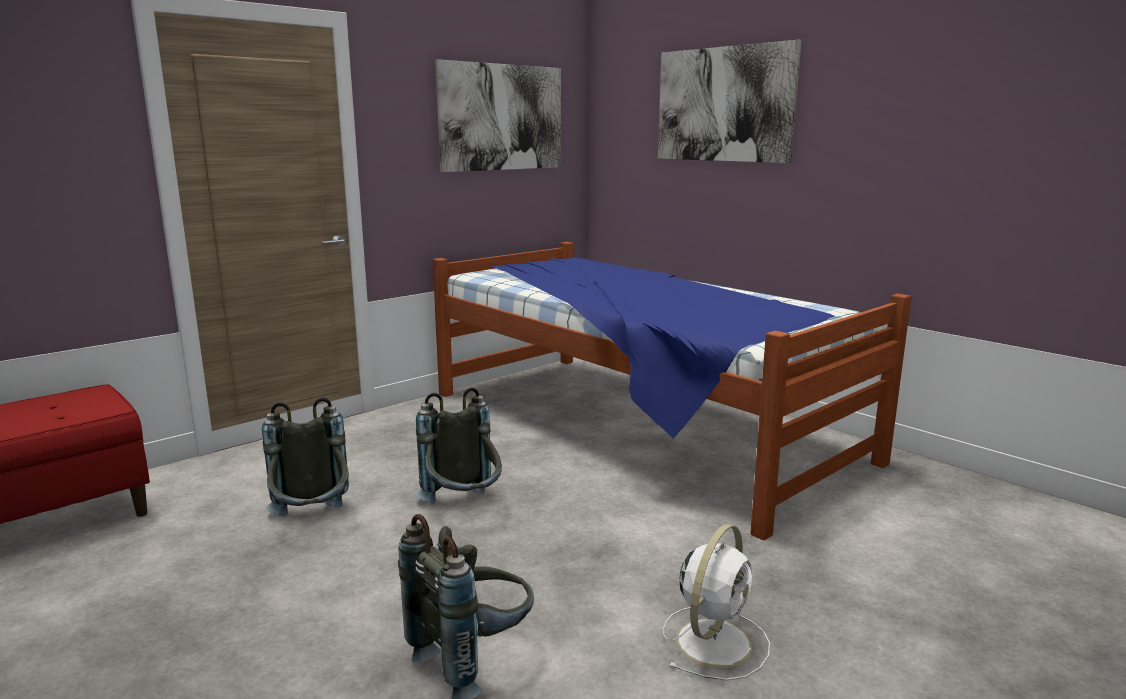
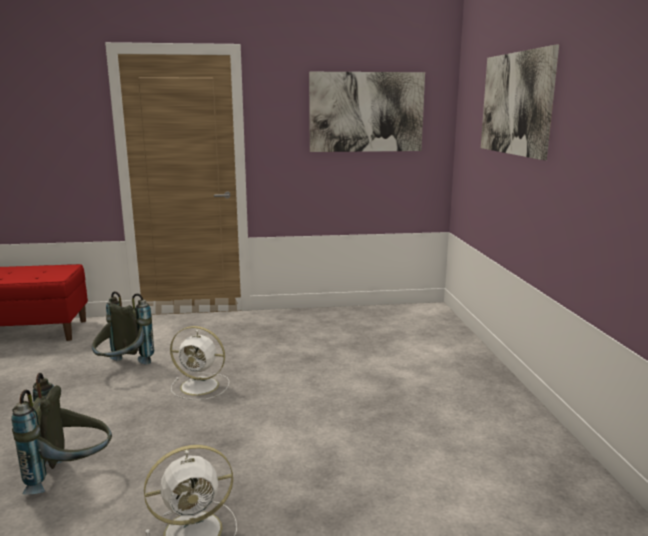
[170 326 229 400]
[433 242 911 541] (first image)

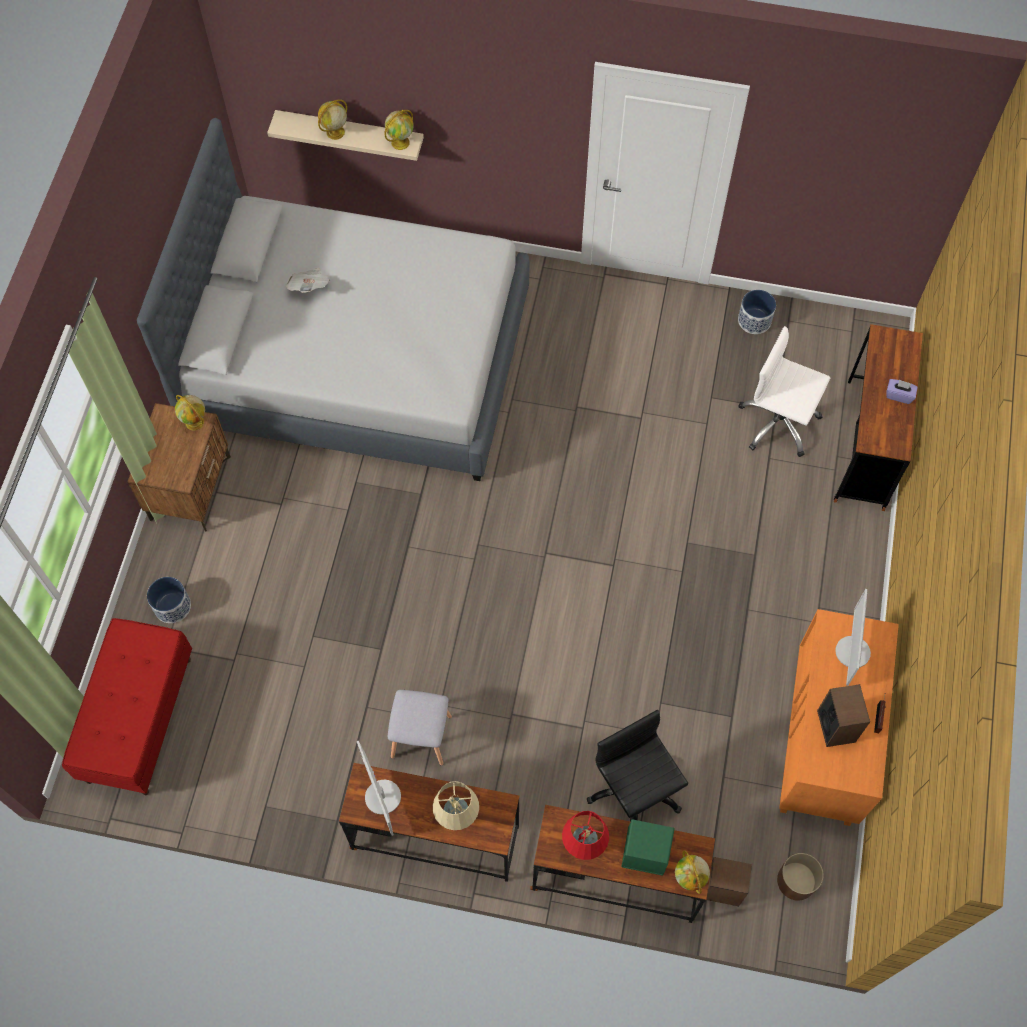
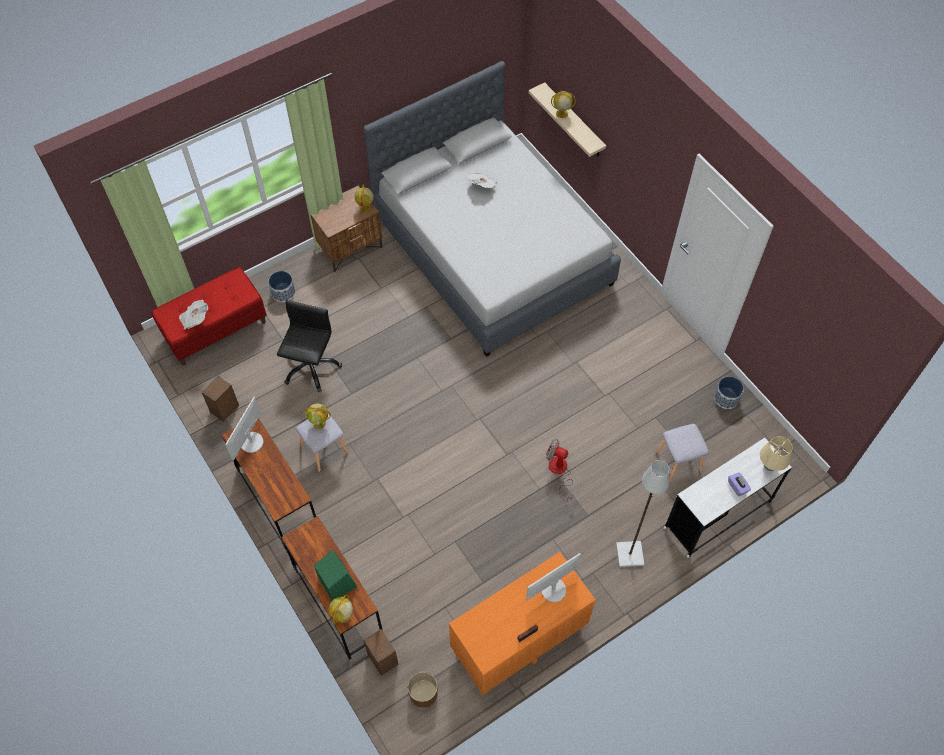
[303 404 331 429]
[760 436 793 471]
[562 811 609 860] (first image)
[277 300 342 392]
[656 424 709 482]
[201 376 239 422]
[664 438 792 558]
[179 299 208 330]
[546 438 573 502]
[616 460 670 567]

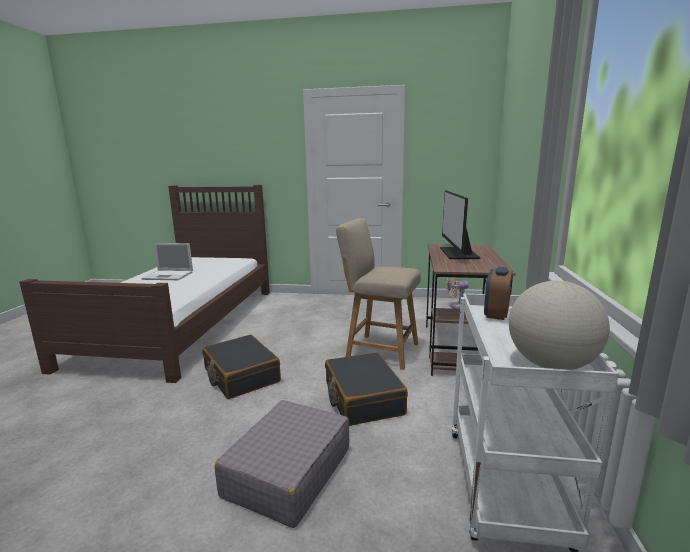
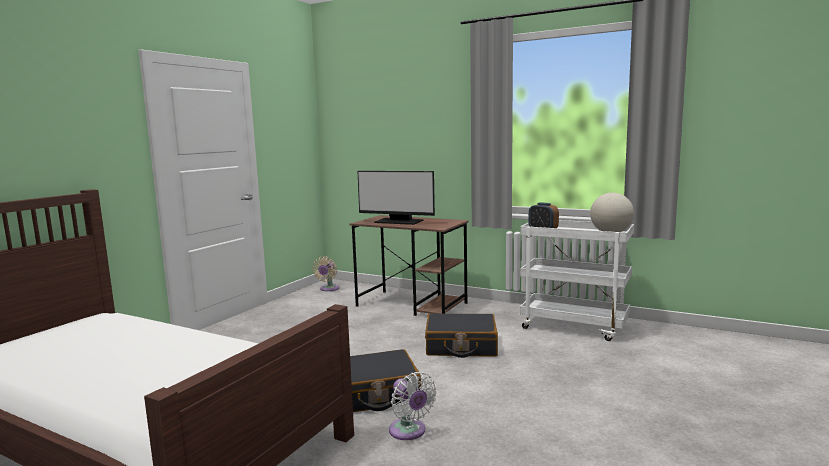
[141 243 193 280] (first image)
[215 400 349 528] (first image)
[336 218 421 370] (first image)
[389 372 437 440]

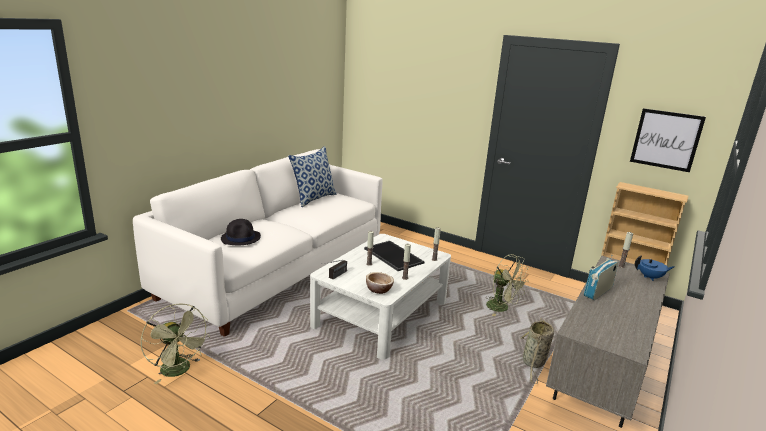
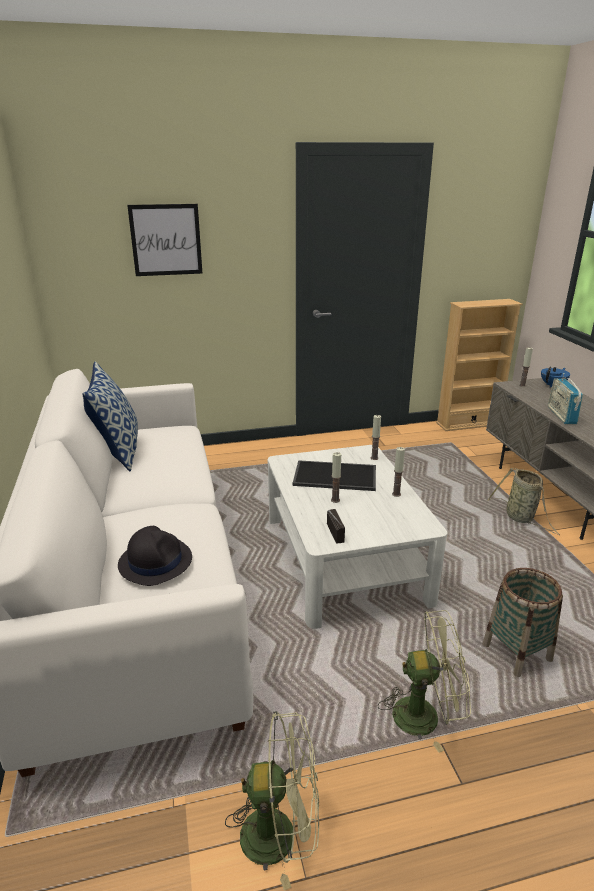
[366 272 394 294] (first image)
[378 610 471 752]
[127 204 203 276]
[483 568 563 677]

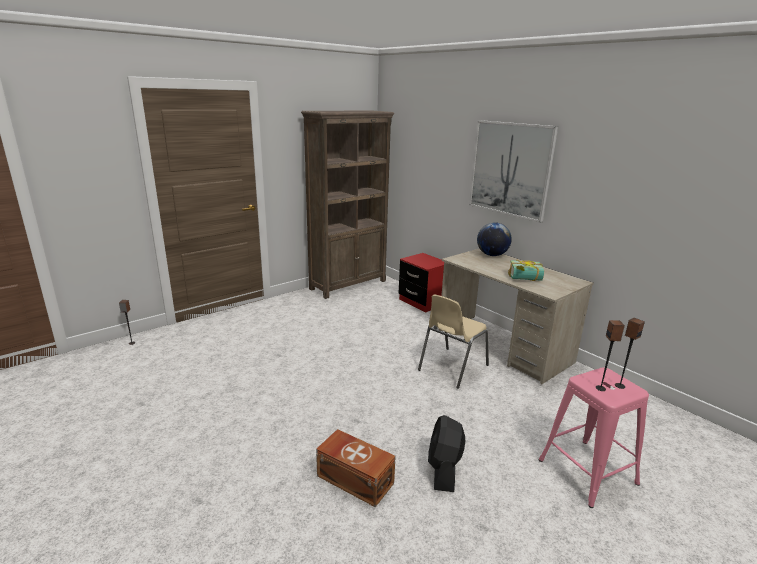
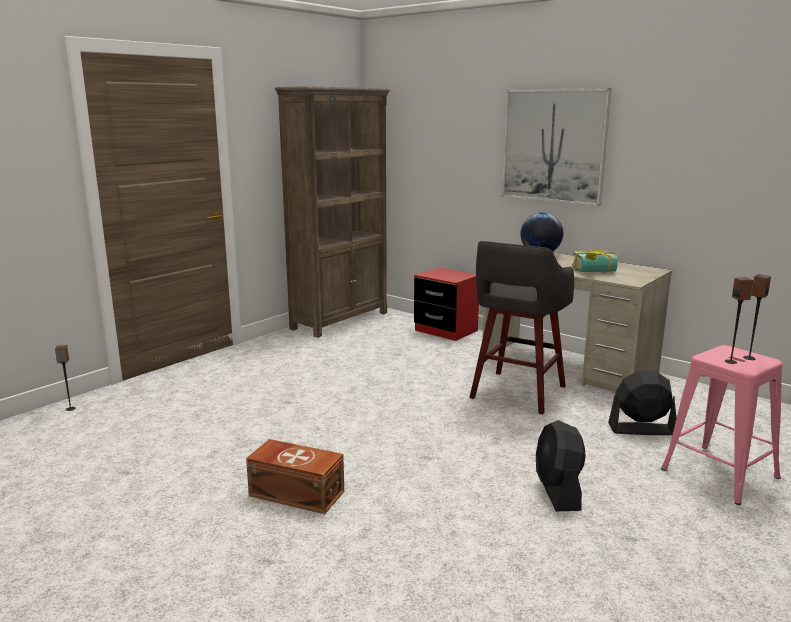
[246 439 344 514]
[469 241 574 414]
[608 371 676 435]

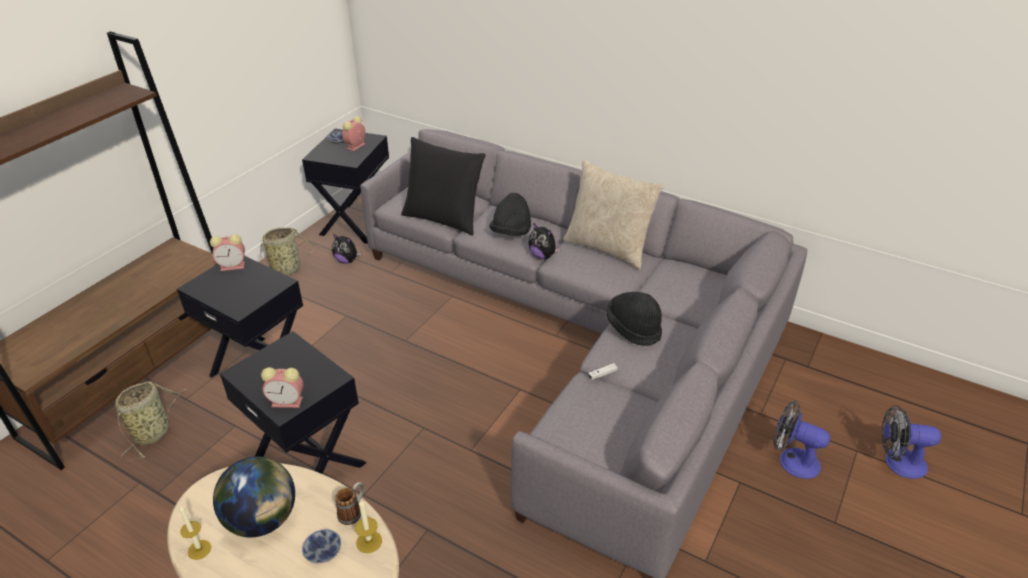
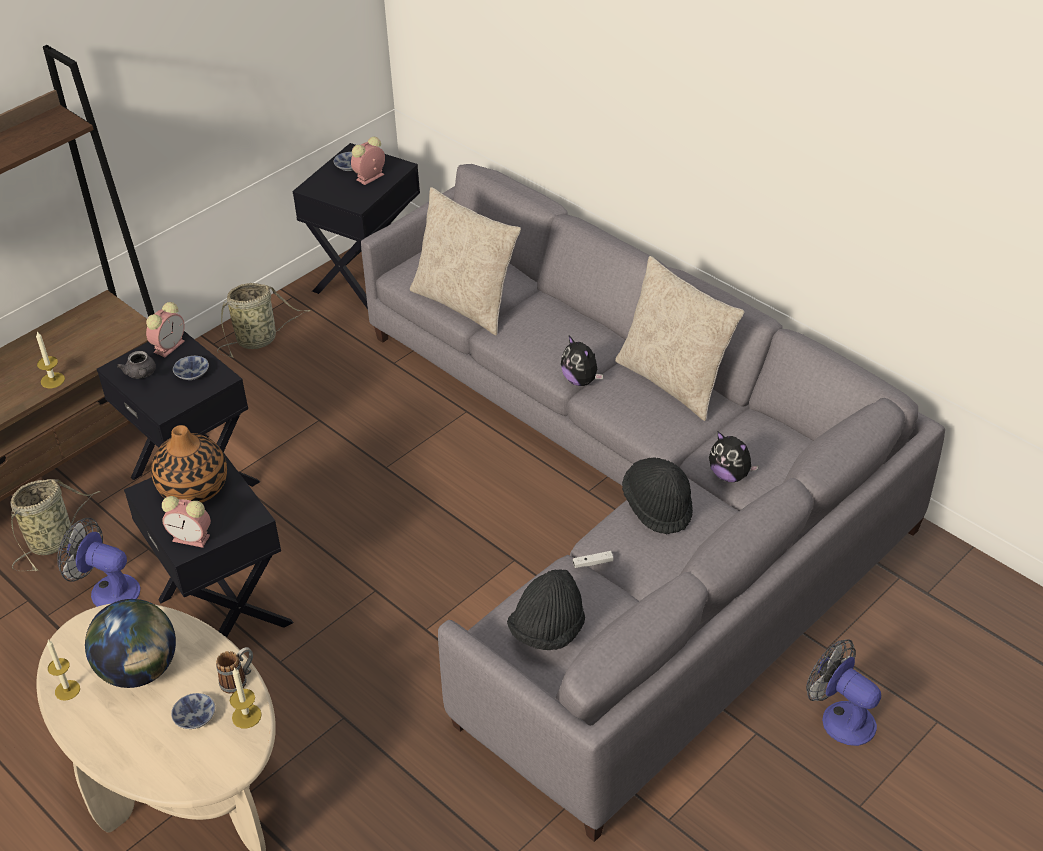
[146 302 185 357]
[709 432 759 482]
[410 187 521 335]
[507 570 585 650]
[58 518 141 607]
[36 332 65 388]
[117 351 156 379]
[151 425 227 503]
[173 356 209 380]

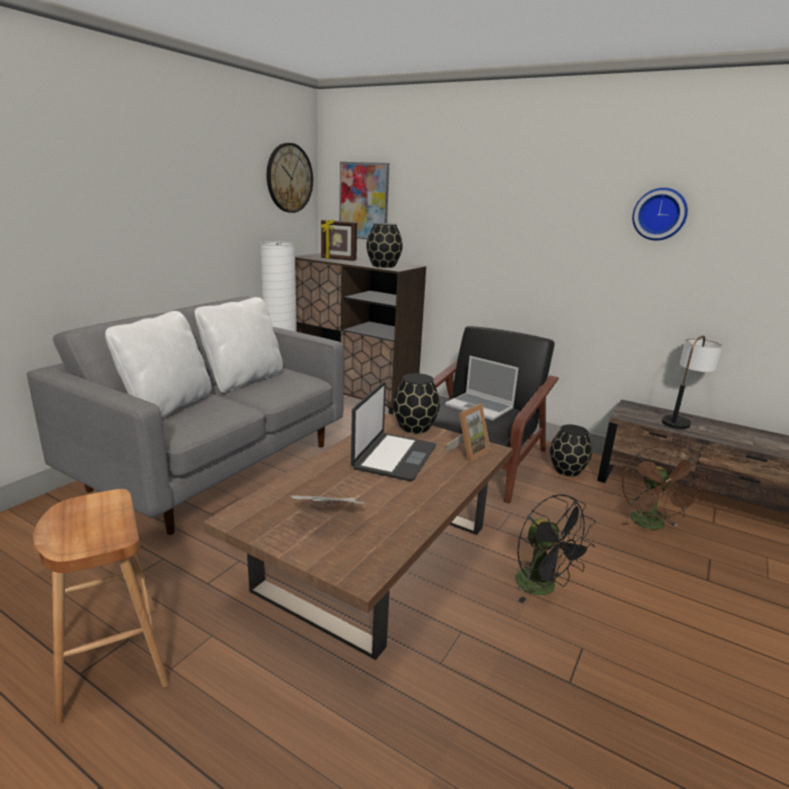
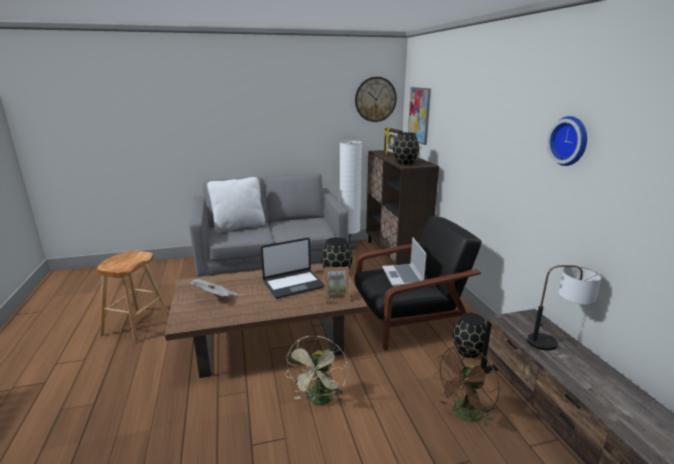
[195 297 283 393] (first image)
[285 336 349 405]

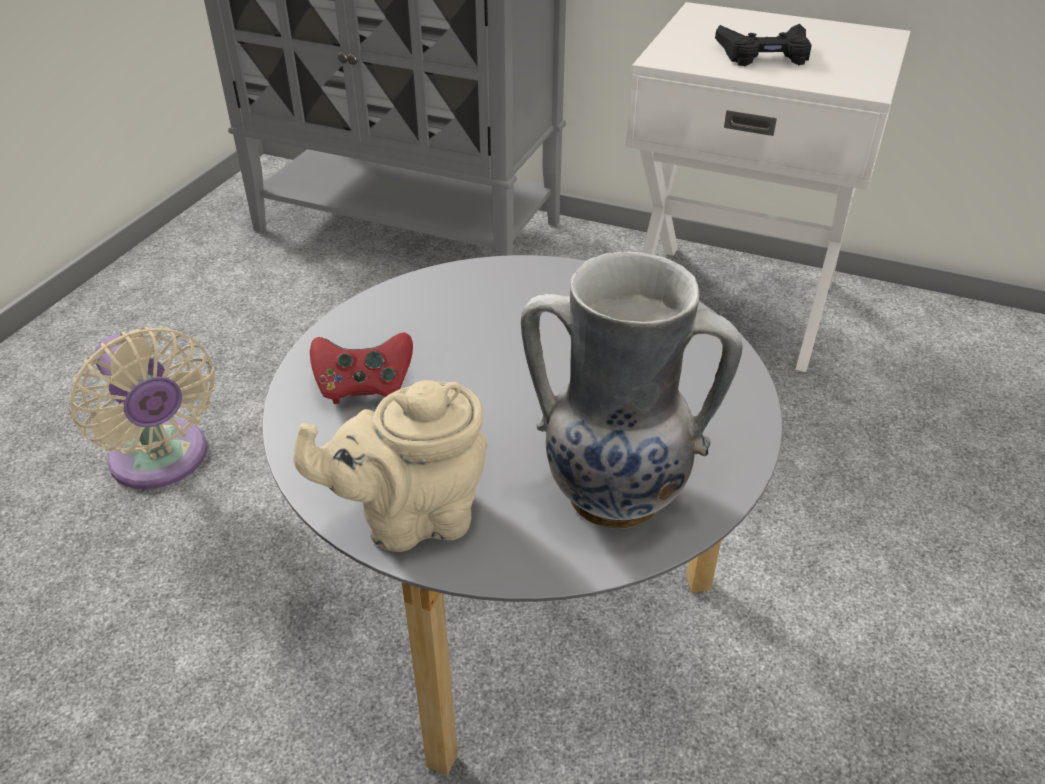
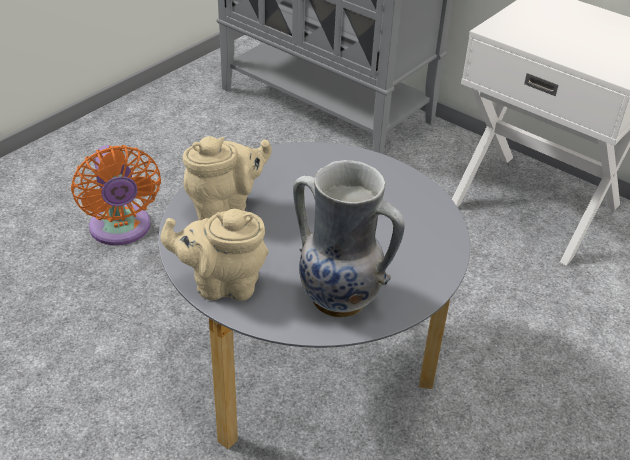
[71 145 161 245]
[183 136 272 220]
[715 24 812 66] (first image)

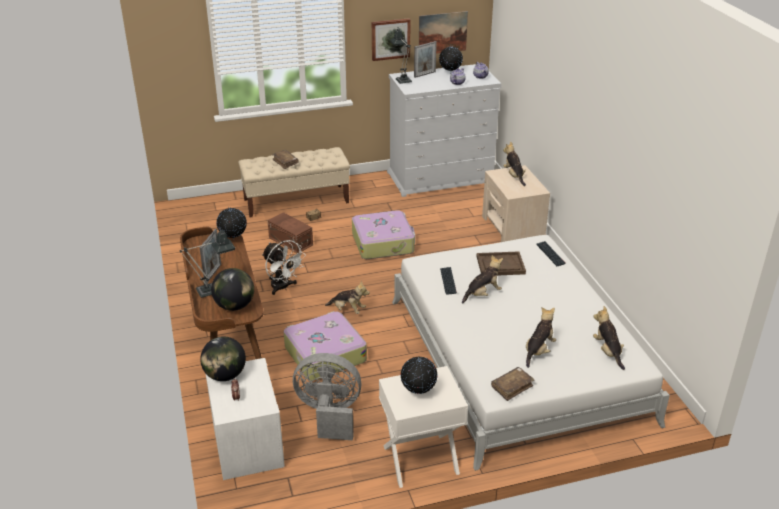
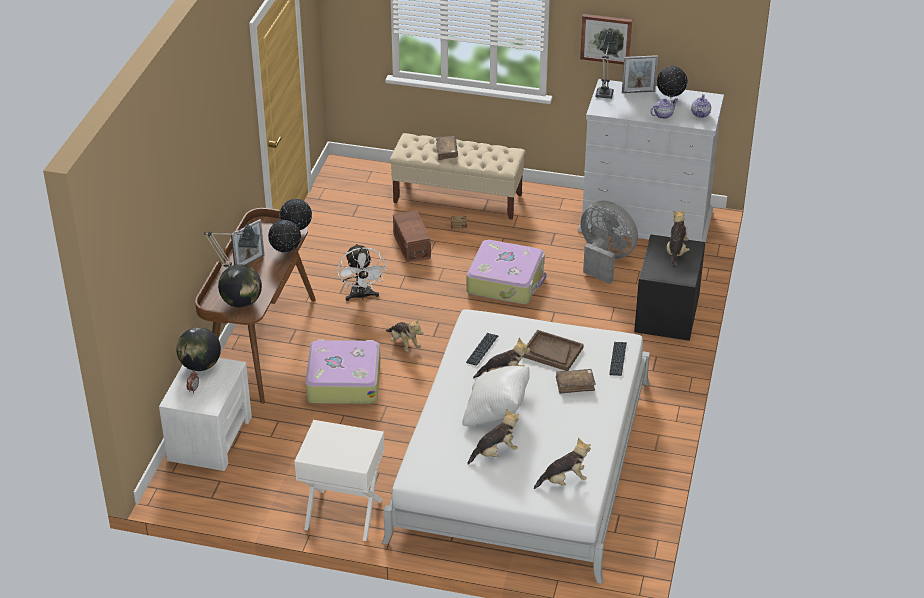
[581 200 638 284]
[268 219 301 253]
[419 11 468 54] (first image)
[634 234 705 341]
[556 369 596 394]
[534 438 591 489]
[462 366 530 426]

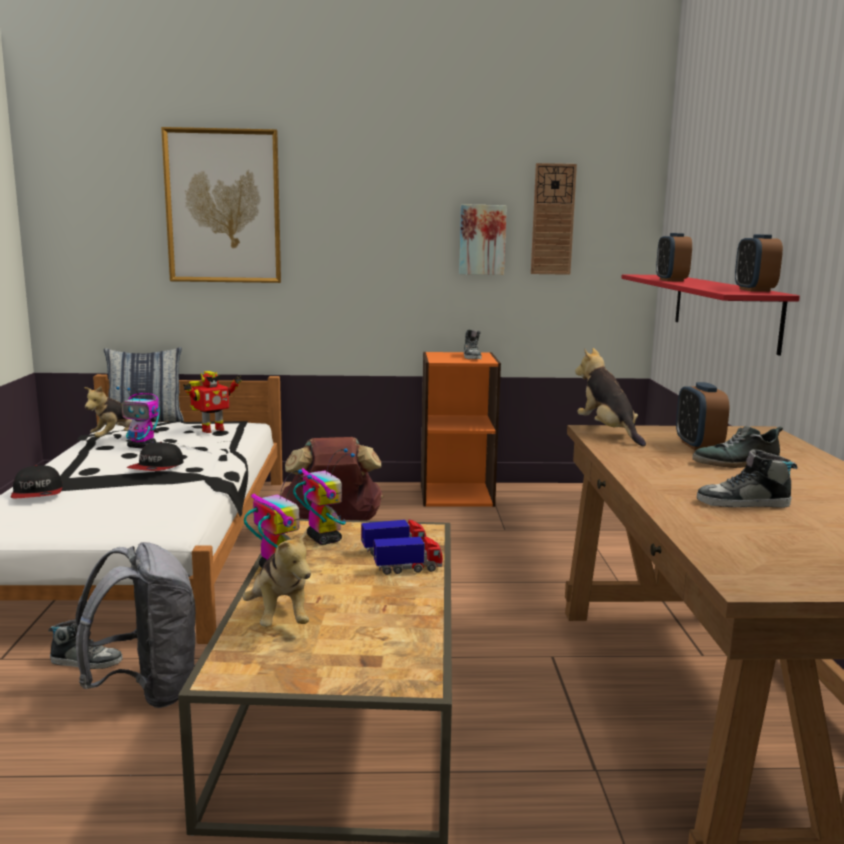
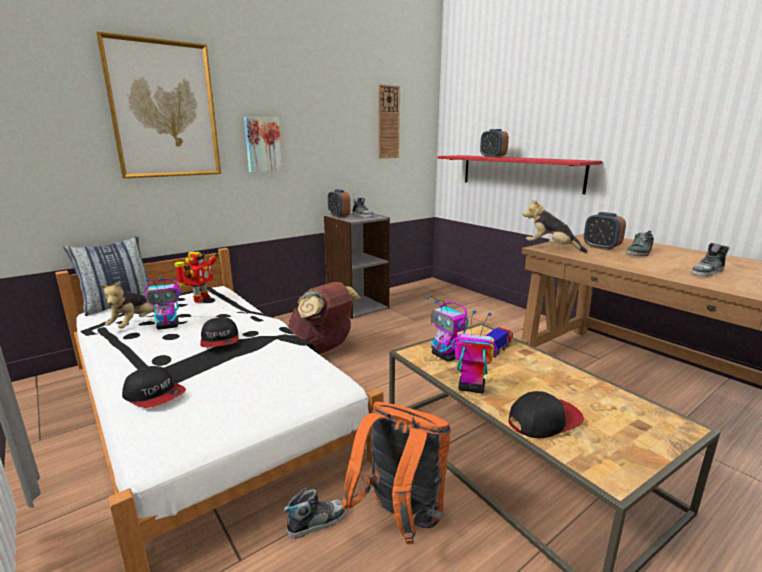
[341 401 451 544]
[509 391 584 438]
[426 296 469 361]
[374 536 443 575] (first image)
[324 213 390 319]
[244 117 283 172]
[328 189 350 218]

